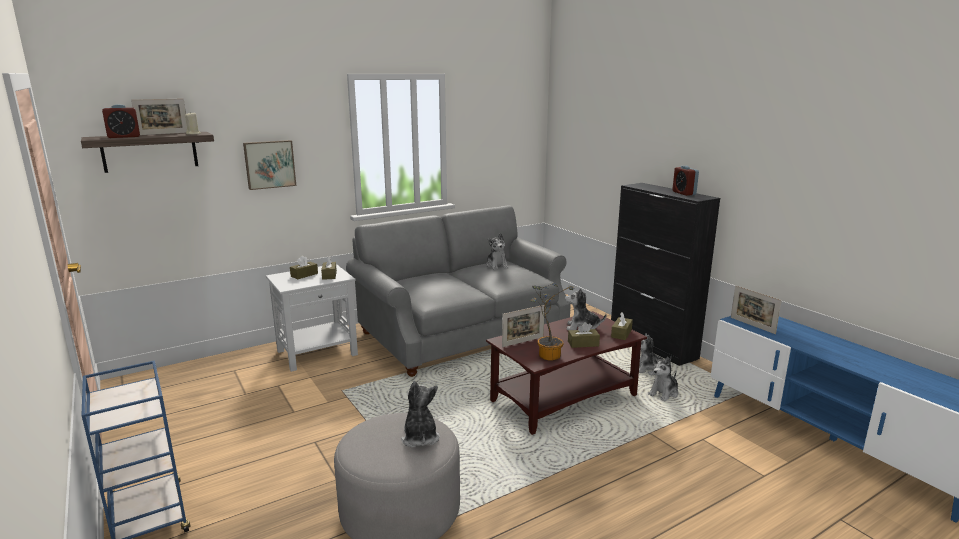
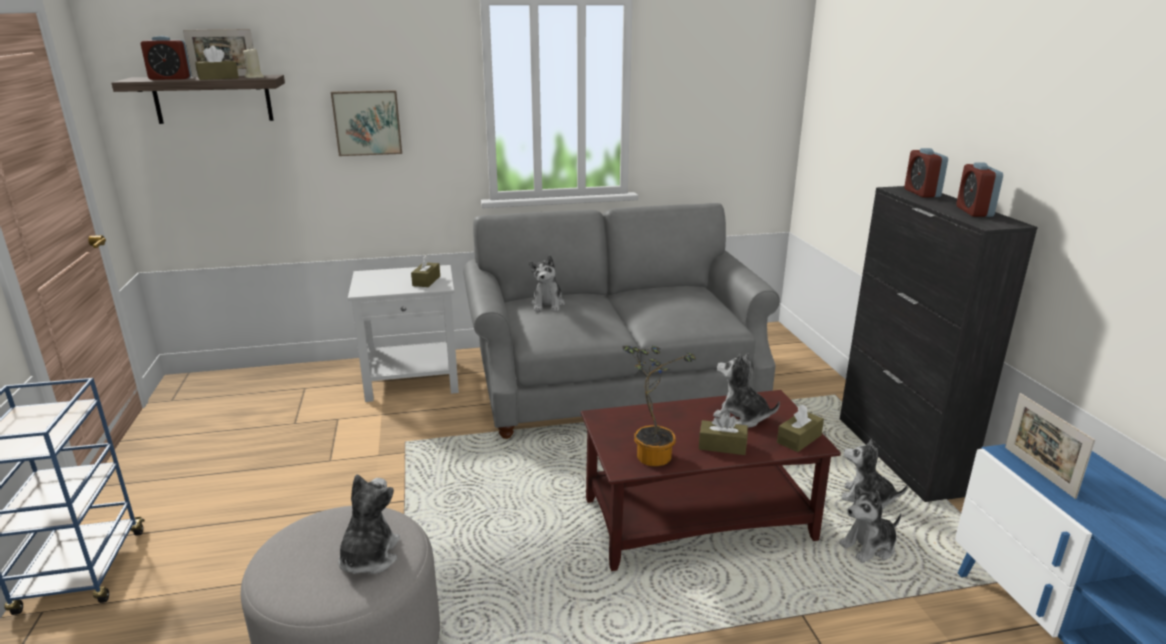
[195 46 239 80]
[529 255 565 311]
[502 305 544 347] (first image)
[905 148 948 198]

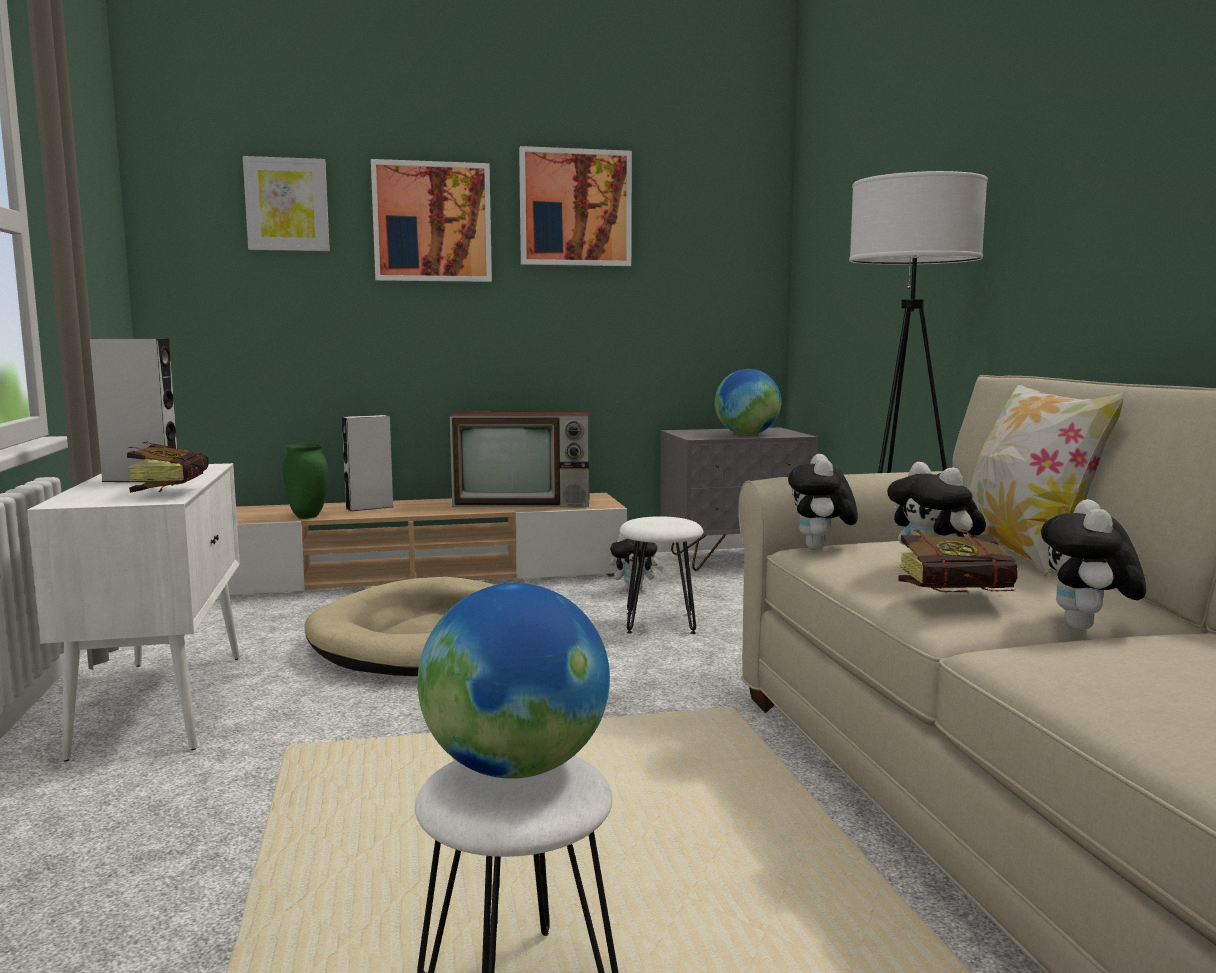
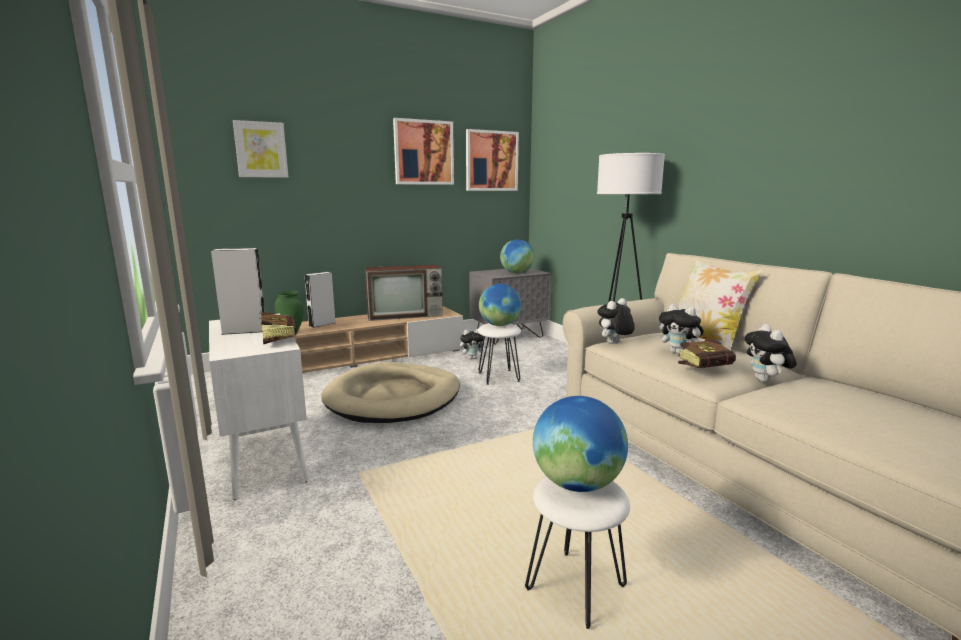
[466 129 519 191]
[597 298 635 344]
[479 284 521 326]

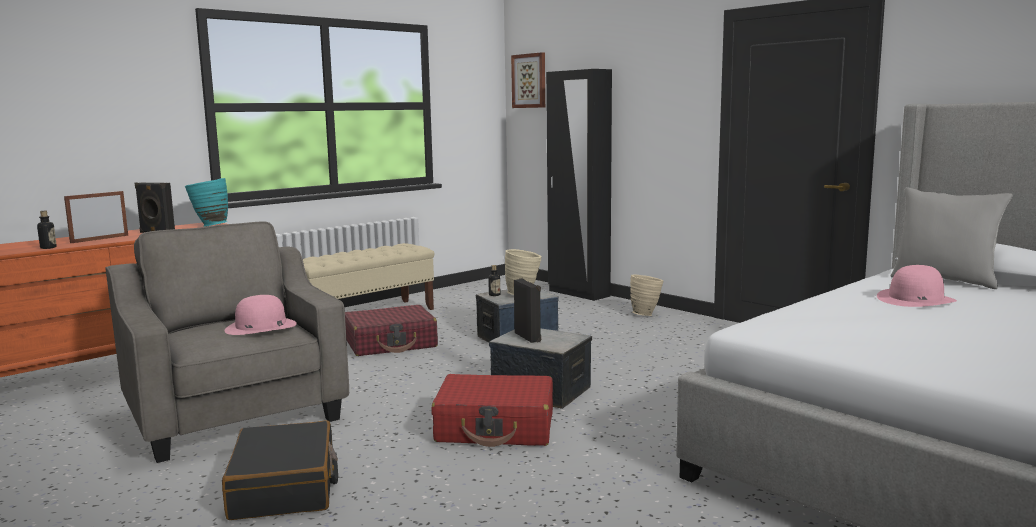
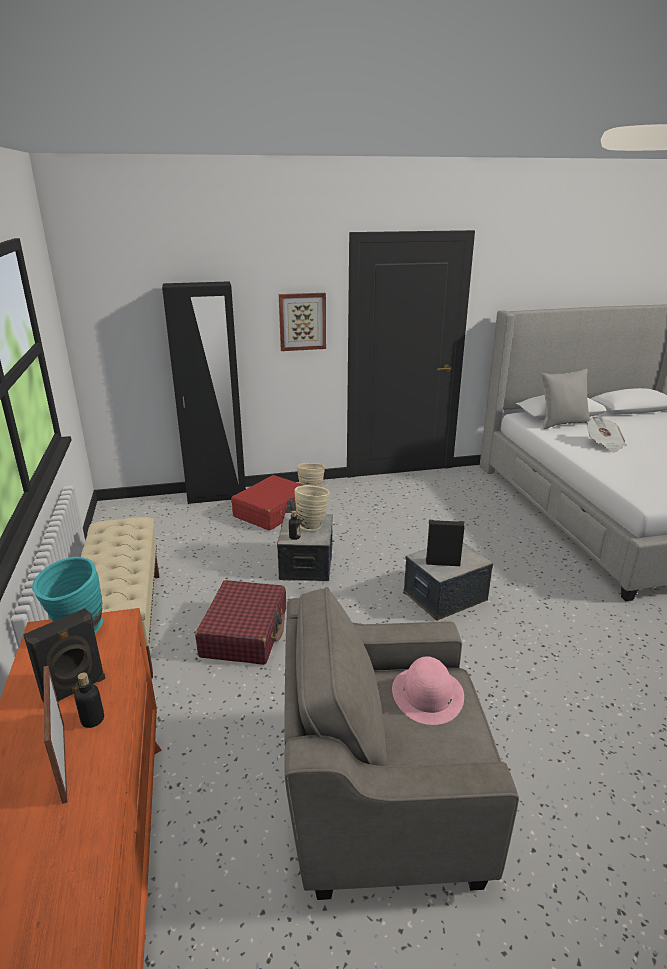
[74 673 104 728]
[222 420 338 520] (first image)
[231 475 303 531]
[279 293 326 351]
[586 416 627 453]

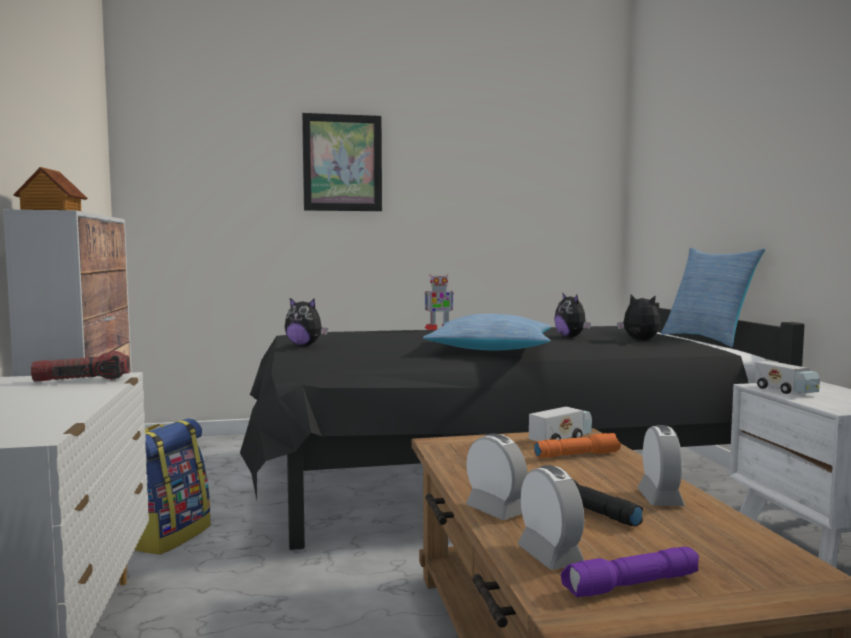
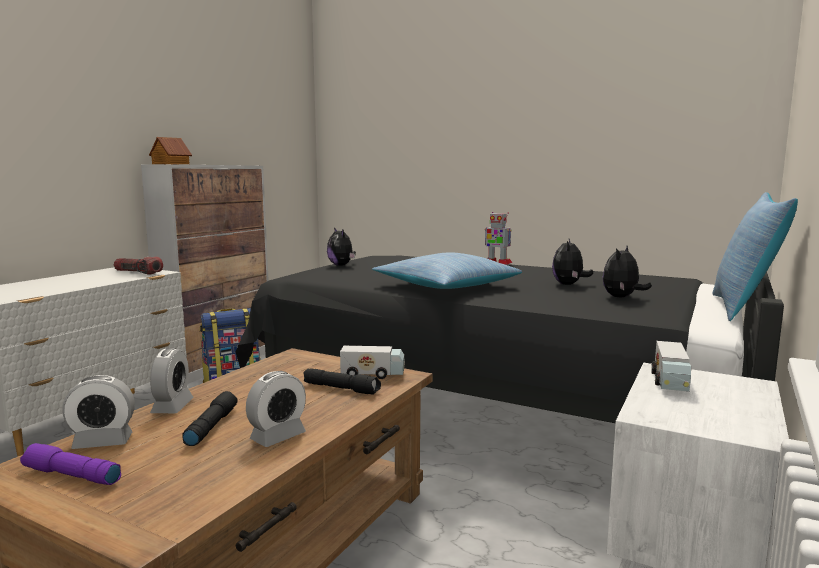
[302 113 382 211] (first image)
[62 375 135 449]
[304 368 381 395]
[603 246 652 297]

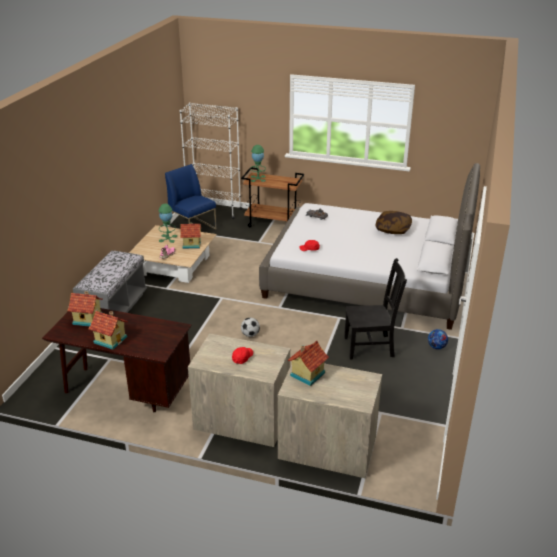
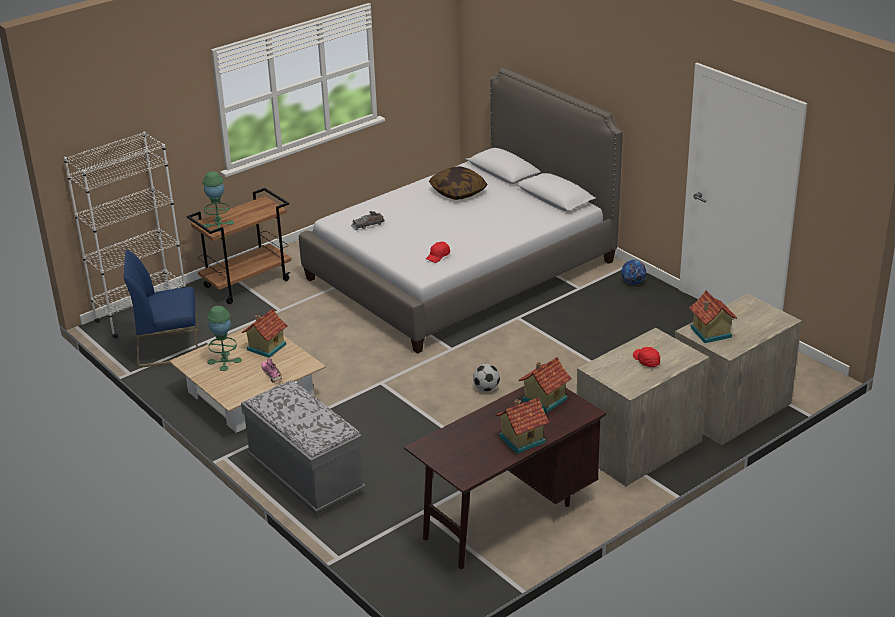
[519 357 572 413]
[344 258 407 360] (first image)

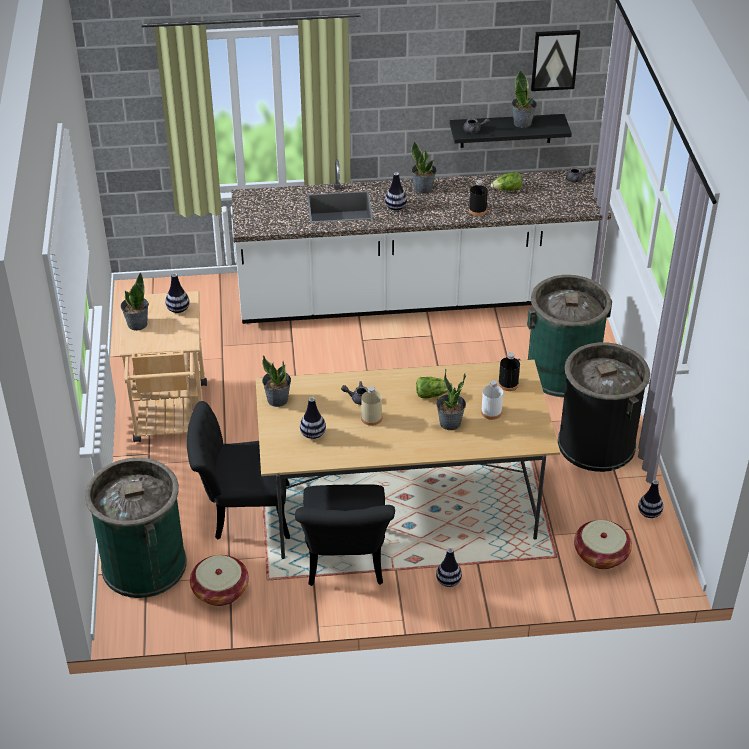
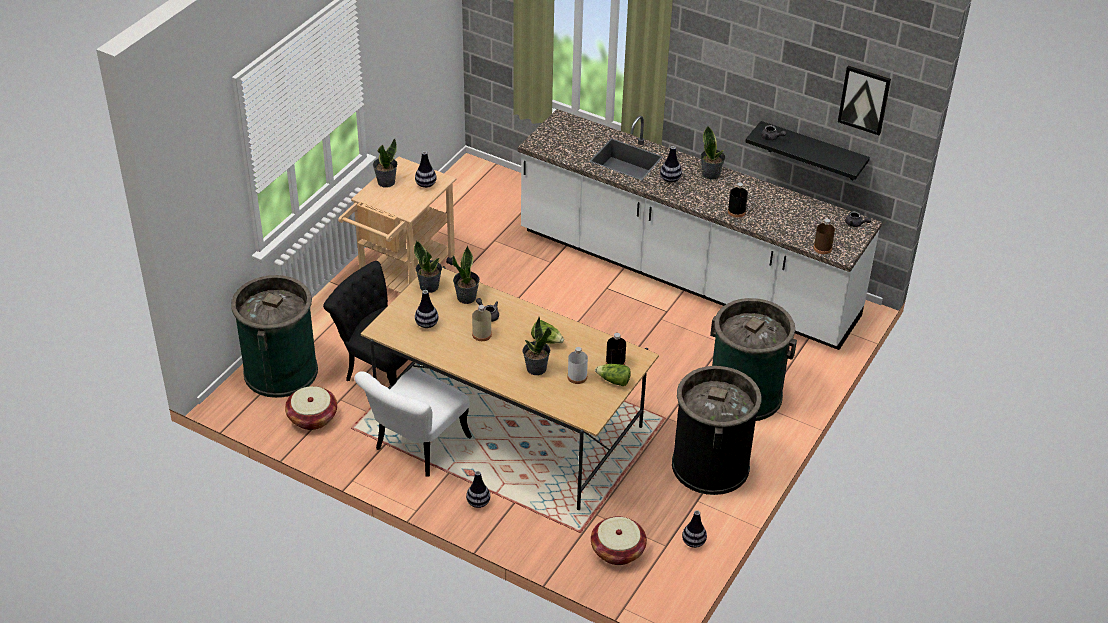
[354 368 472 477]
[595 364 631 386]
[452 246 480 304]
[813 219 835 254]

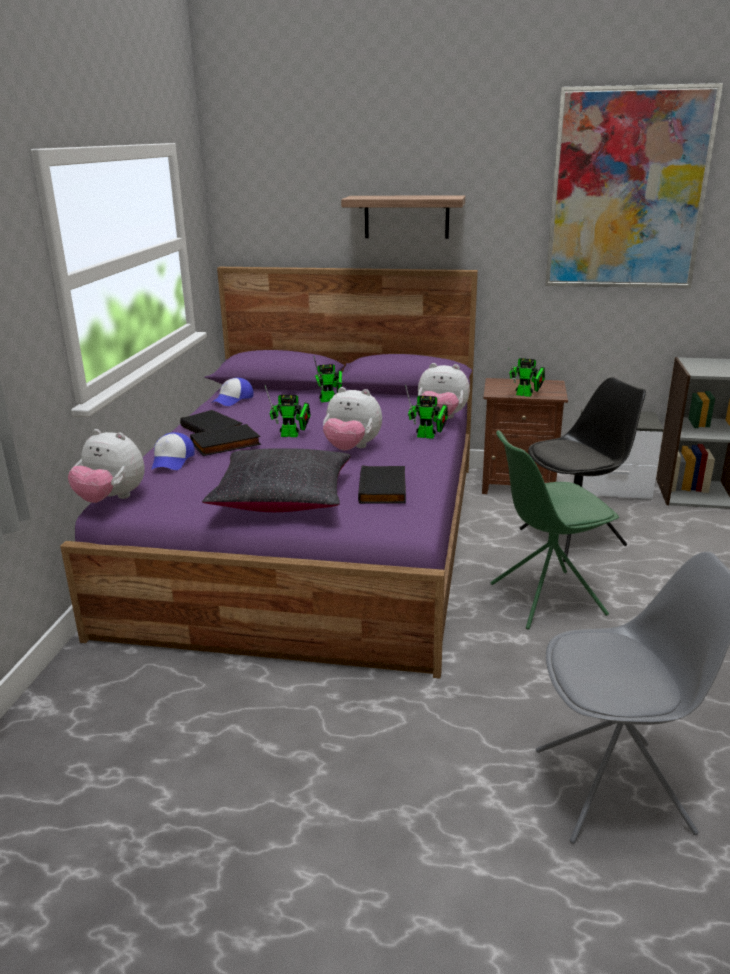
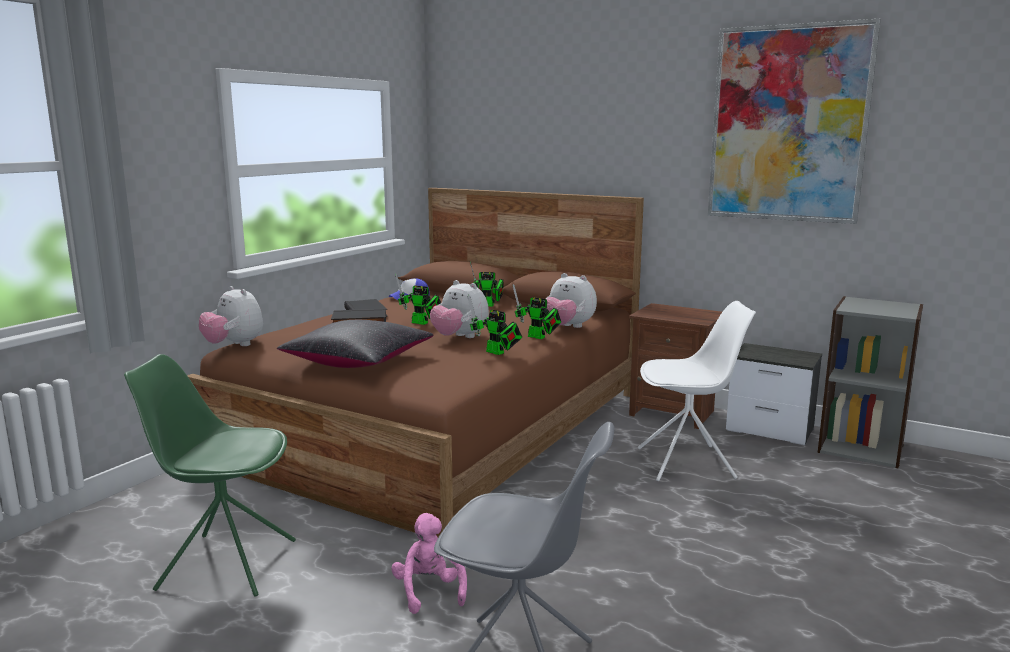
[187 188 644 537]
[151 432 195 470] (first image)
[341 195 465 239] (first image)
[358 466 406 504] (first image)
[124 354 296 597]
[468 295 522 355]
[638 301 756 481]
[391 513 467 614]

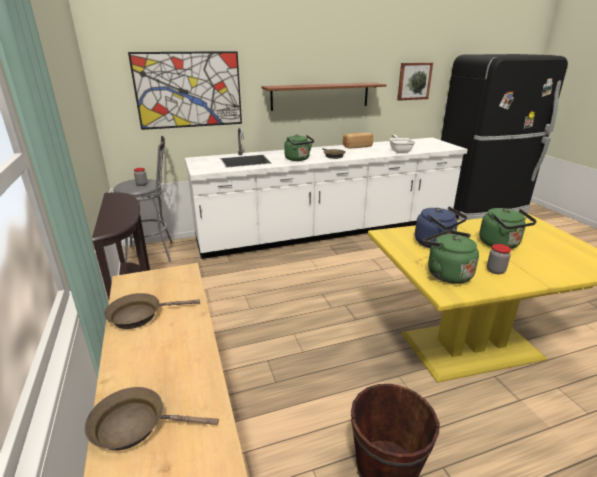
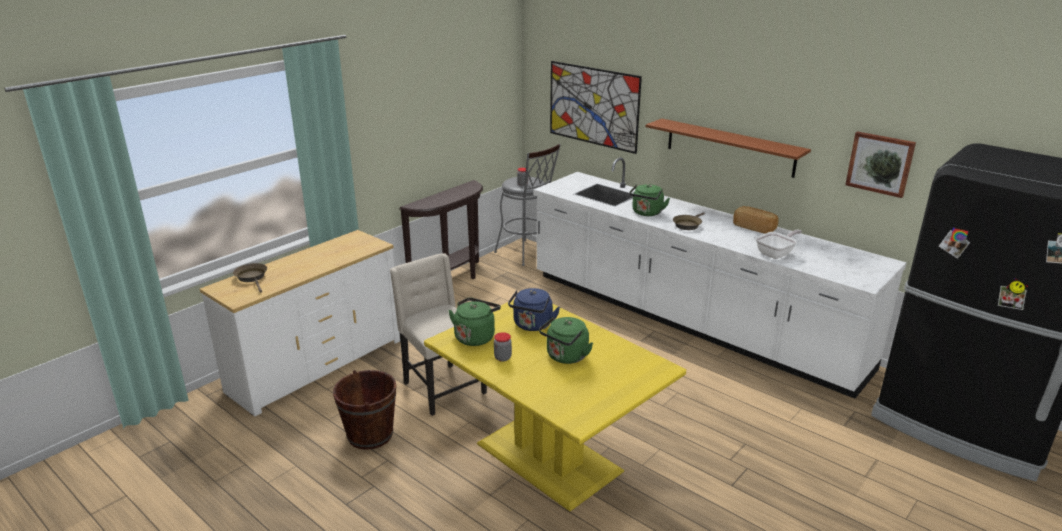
[104 293 200 329] (first image)
[390 253 487 416]

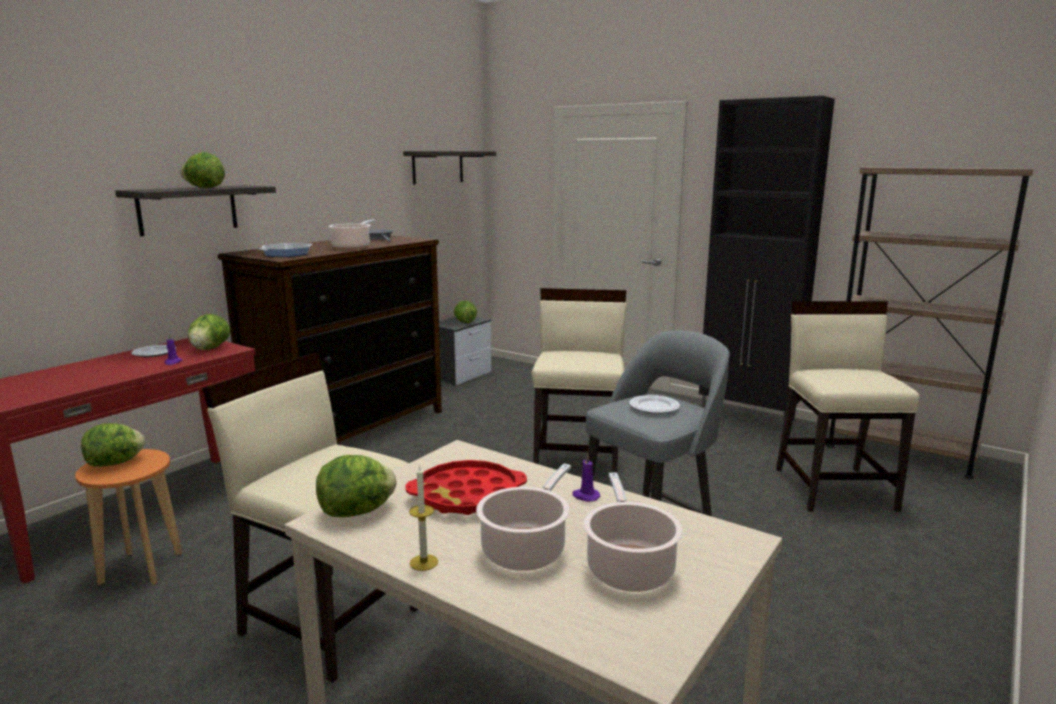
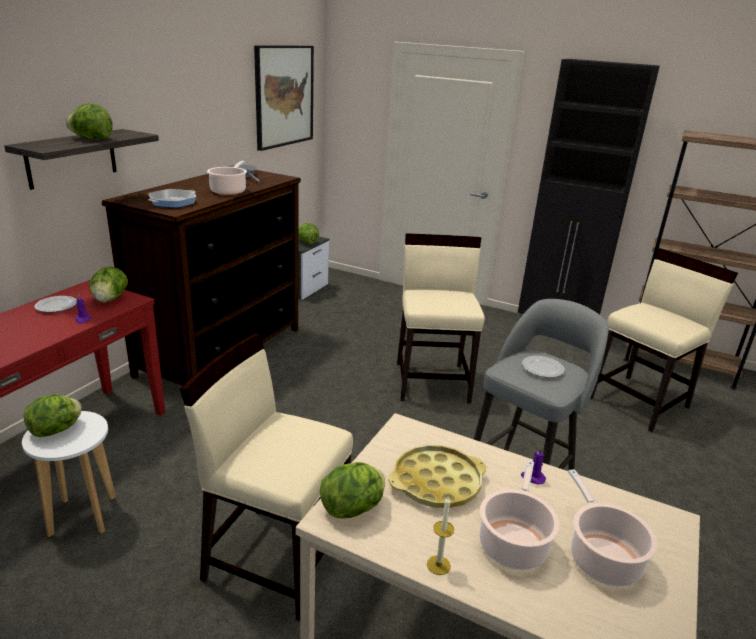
[22 411 116 537]
[254 45 314 151]
[388 445 486 508]
[590 249 738 432]

